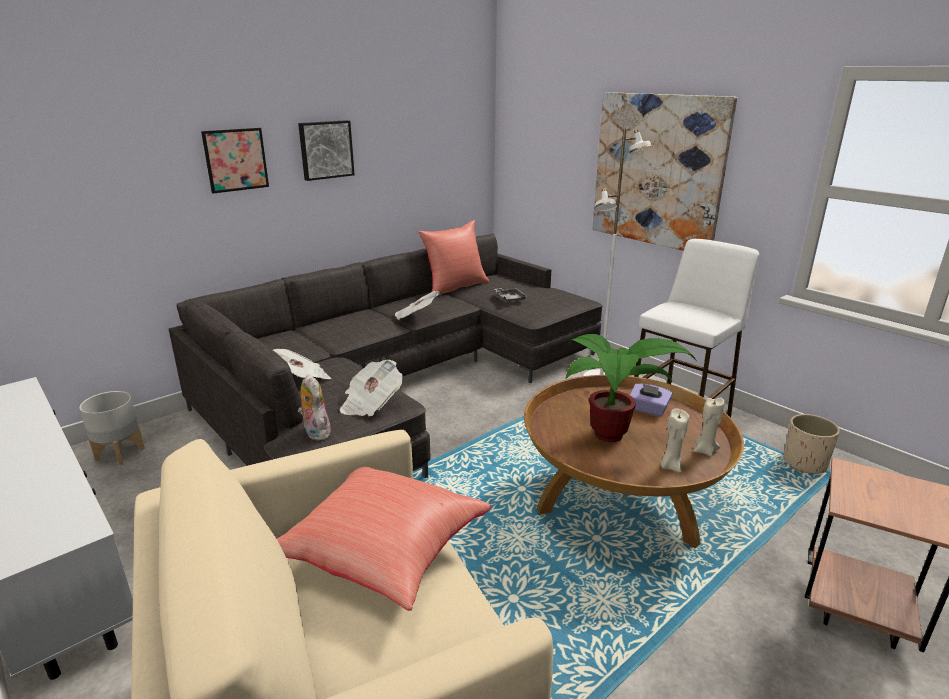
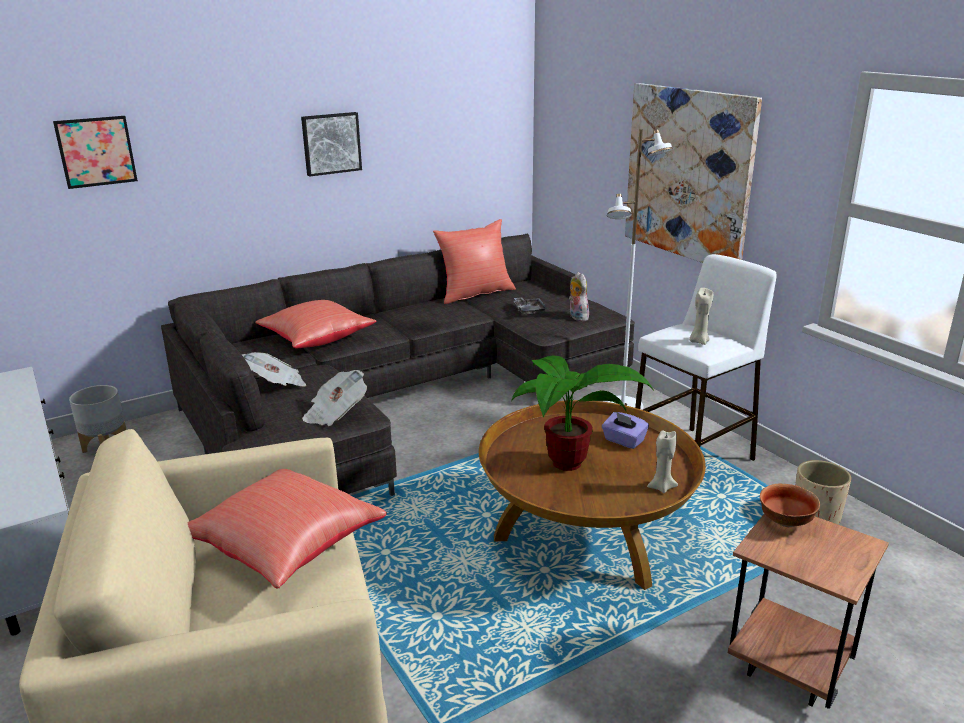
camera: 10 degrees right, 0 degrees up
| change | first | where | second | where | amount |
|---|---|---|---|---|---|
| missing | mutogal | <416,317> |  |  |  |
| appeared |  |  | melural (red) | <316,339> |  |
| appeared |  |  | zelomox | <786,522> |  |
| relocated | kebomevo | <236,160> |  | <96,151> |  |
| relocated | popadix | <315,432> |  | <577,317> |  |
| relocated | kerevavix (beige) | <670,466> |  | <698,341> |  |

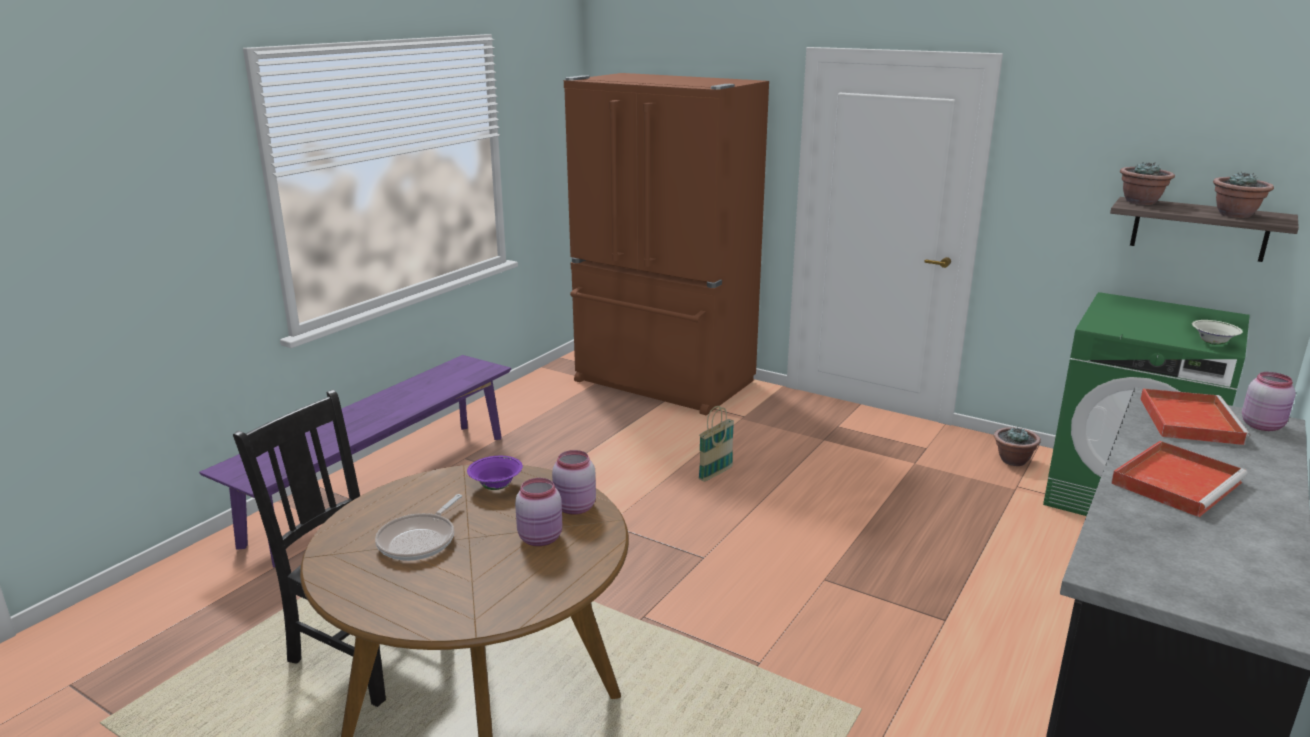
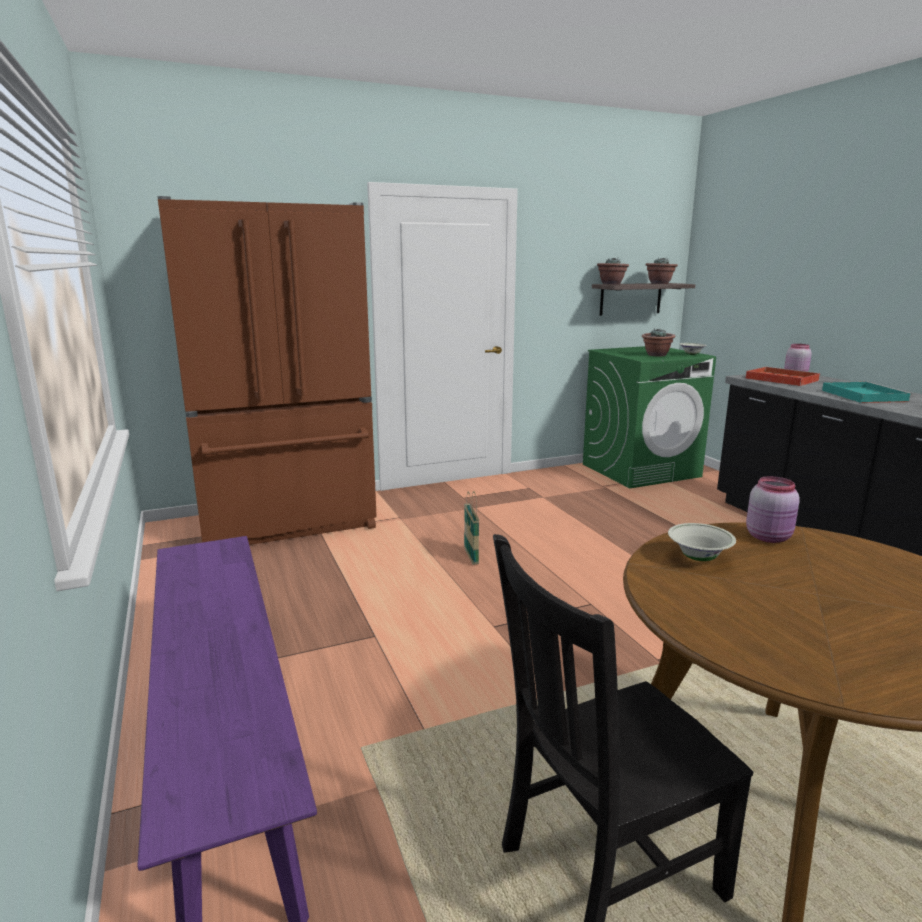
camera: 55 degrees left, 5 degrees down
| change | first | where | second | where | amount |
|---|---|---|---|---|---|
| missing | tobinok | <420,540> |  |  |  |
| missing | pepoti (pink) | <541,538> |  |  |  |
| relocated | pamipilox | <1013,460> |  | <656,355> |  |
| colour | zelomox (purple) | <496,487> | zelomox (white) | <699,558> |  |
| colour | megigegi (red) | <1176,481> | megigegi (turquoise) | <862,395> |  |

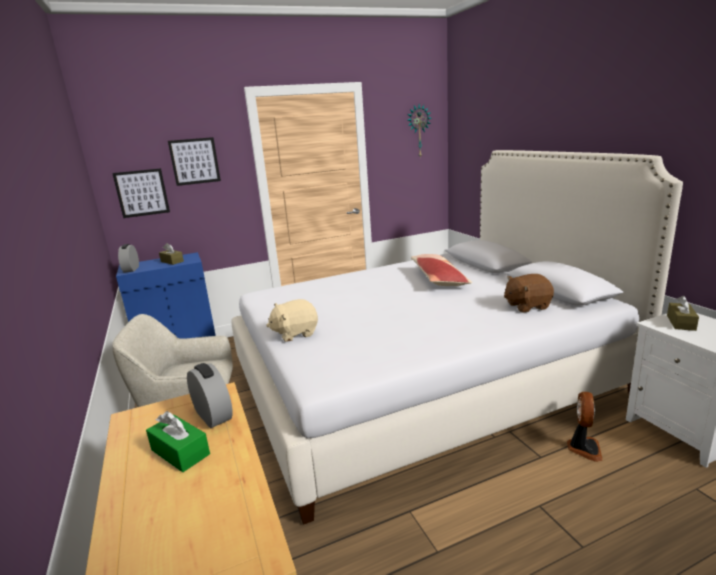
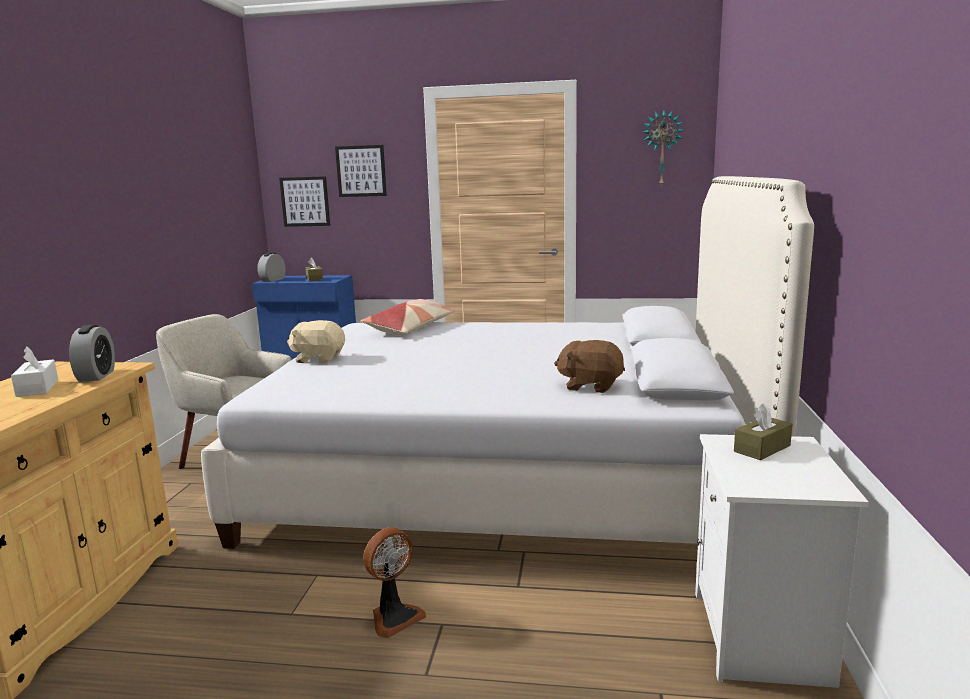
camera: 30 degrees right, 5 degrees down
| change | first | where | second | where | amount |
|---|---|---|---|---|---|
| relocated | melural | <438,278> |  | <411,328> |  |
| relocated | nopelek | <583,448> |  | <394,617> |  |
| colour | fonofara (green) | <180,452> | fonofara (white) | <37,388> |  |

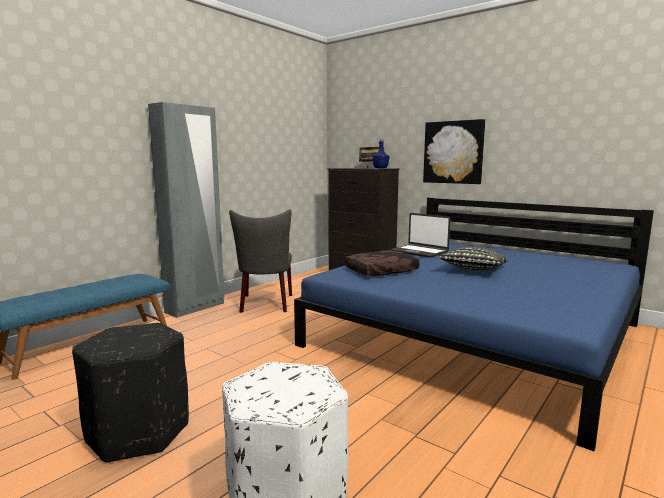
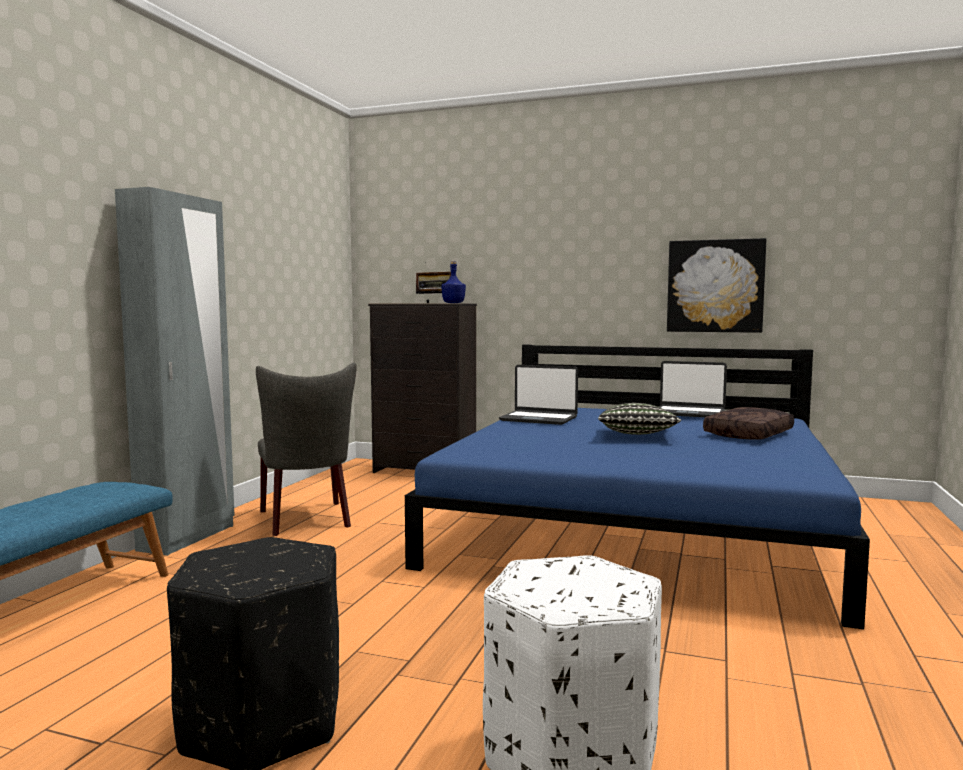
camera: 20 degrees left, 5 degrees down
| change | first | where | second | where | amount |
|---|---|---|---|---|---|
| appeared |  |  | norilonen | <689,413> |  |
| relocated | melural (brown) | <381,271> |  | <749,435> |  |
| relocated | kebomevo | <453,152> |  | <715,286> |  |

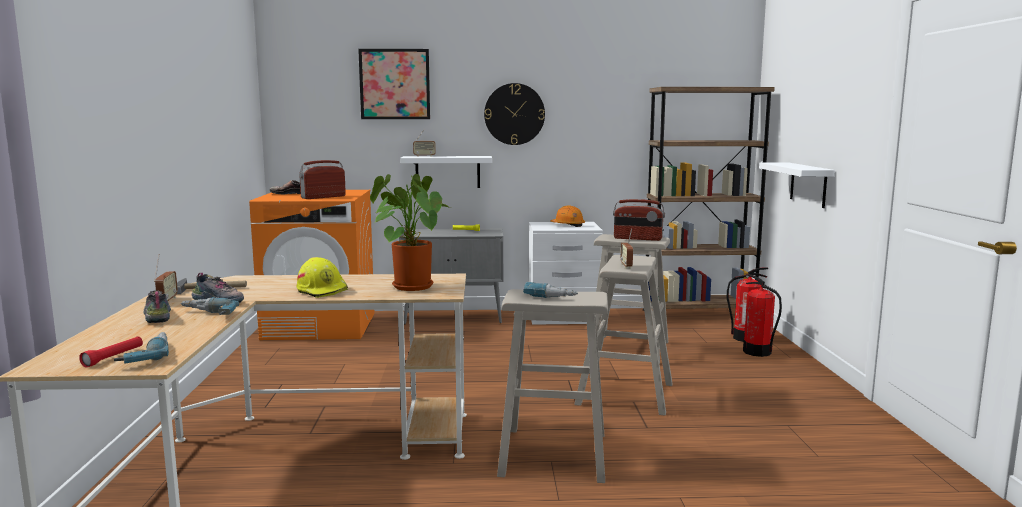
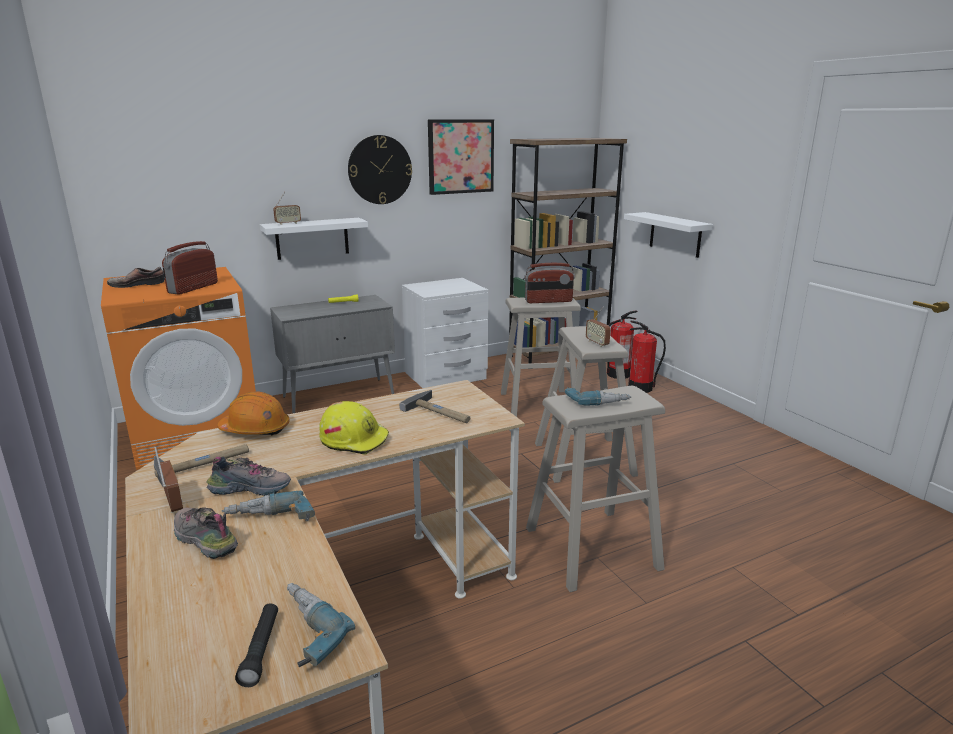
camera: 25 degrees left, 10 degrees up
| change | first | where | second | where | amount |
|---|---|---|---|---|---|
| relocated | kebomevo | <395,84> |  | <460,156> |  |
| relocated | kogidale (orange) | <568,225> |  | <255,429> |  |
| exchanged | pamipilox | <409,286> | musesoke | <440,412> |  |
| colour | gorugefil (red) | <113,357> | gorugefil (black) | <261,650> |  |

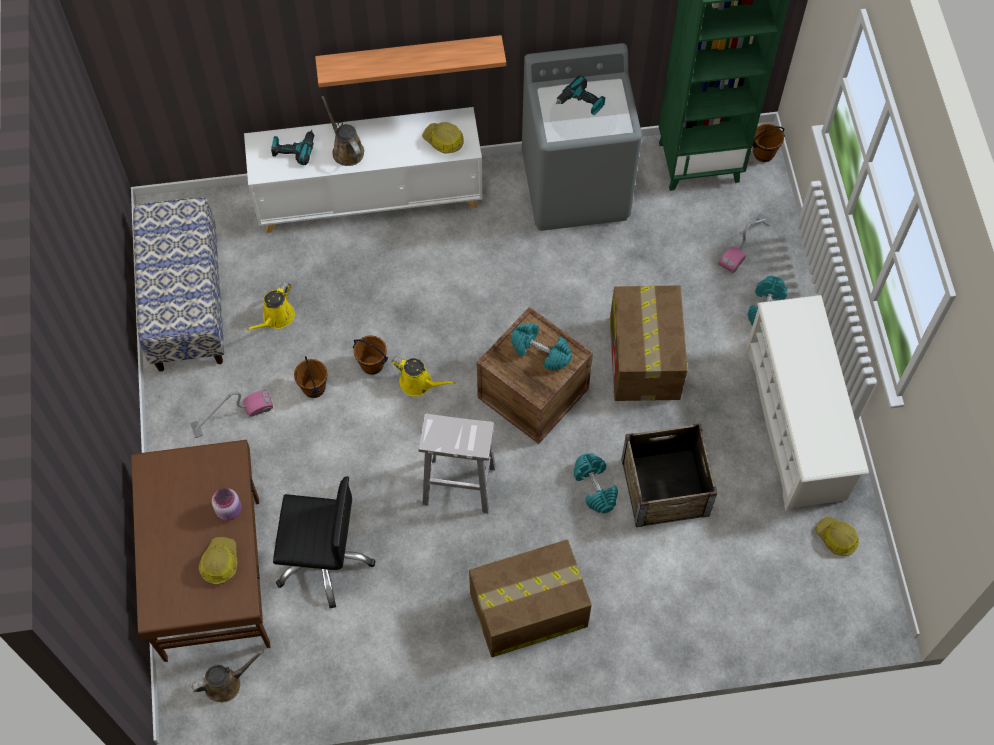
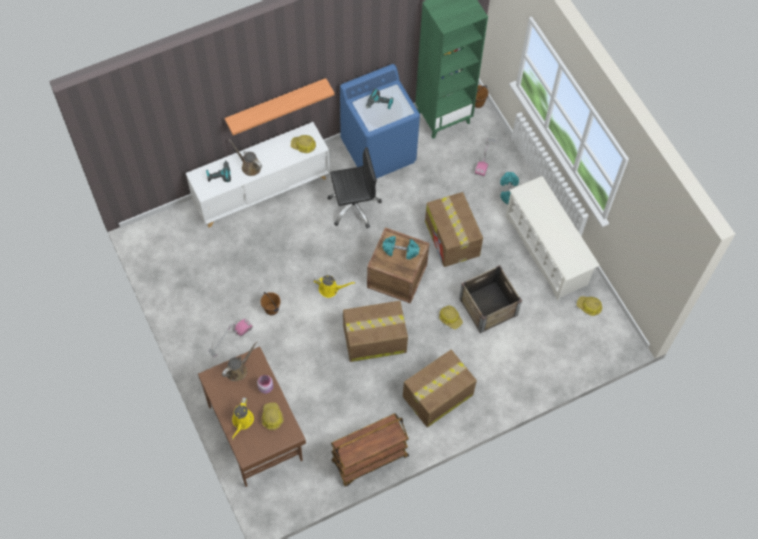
camera: 20 degrees left, 0 degrees up
| change | first | where | second | where | amount |
|---|---|---|---|---|---|
| missing | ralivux | <186,303> |  |  |  |
| missing | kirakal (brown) | <372,365> |  |  |  |
| appeared |  |  | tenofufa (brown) | <369,459> |  |
| relocated | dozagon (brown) | <226,683> |  | <238,369> |  |
| relocated | dozagon (yellow) | <276,318> |  | <242,421> |  |
| relocated | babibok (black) | <324,559> |  | <354,206> |  |
| exchanged | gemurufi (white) | <457,485> | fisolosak | <373,339> |  |
| exchanged | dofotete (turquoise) | <595,487> | kogidale | <450,318> |  |
| colour | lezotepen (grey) | <576,187> | lezotepen (blue) | <379,151> |  |

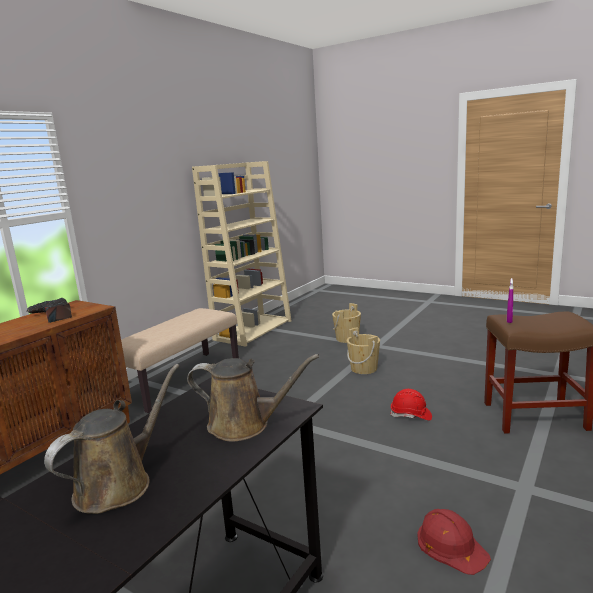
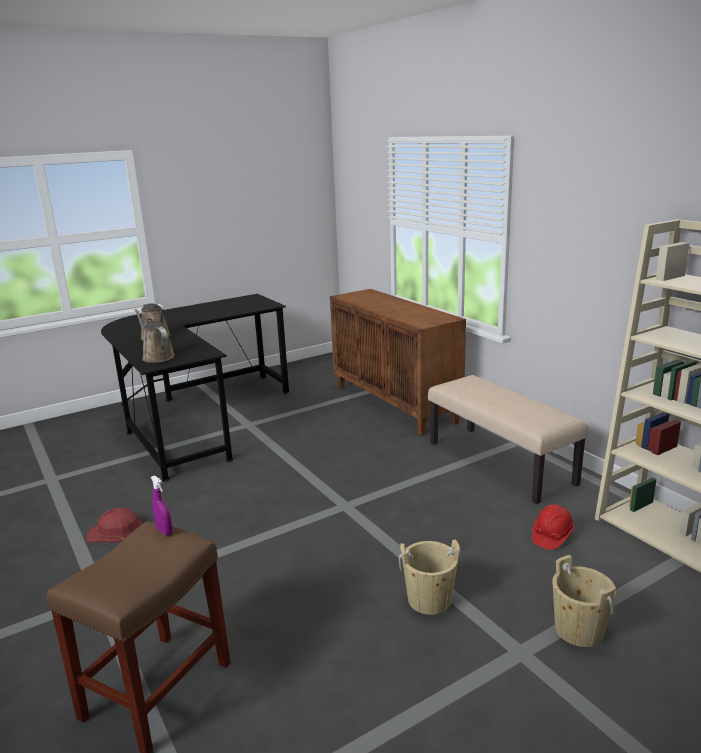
camera: 115 degrees right, 5 degrees up
| change | first | where | second | where | amount |
|---|---|---|---|---|---|
| missing | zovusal | <52,316> |  |  |  |
| relocated | kogidale (red) | <411,415> |  | <552,536> |  |
| spun | dozagon (brown) | <245,425> |  | <157,356> | 105 degrees clockwise |

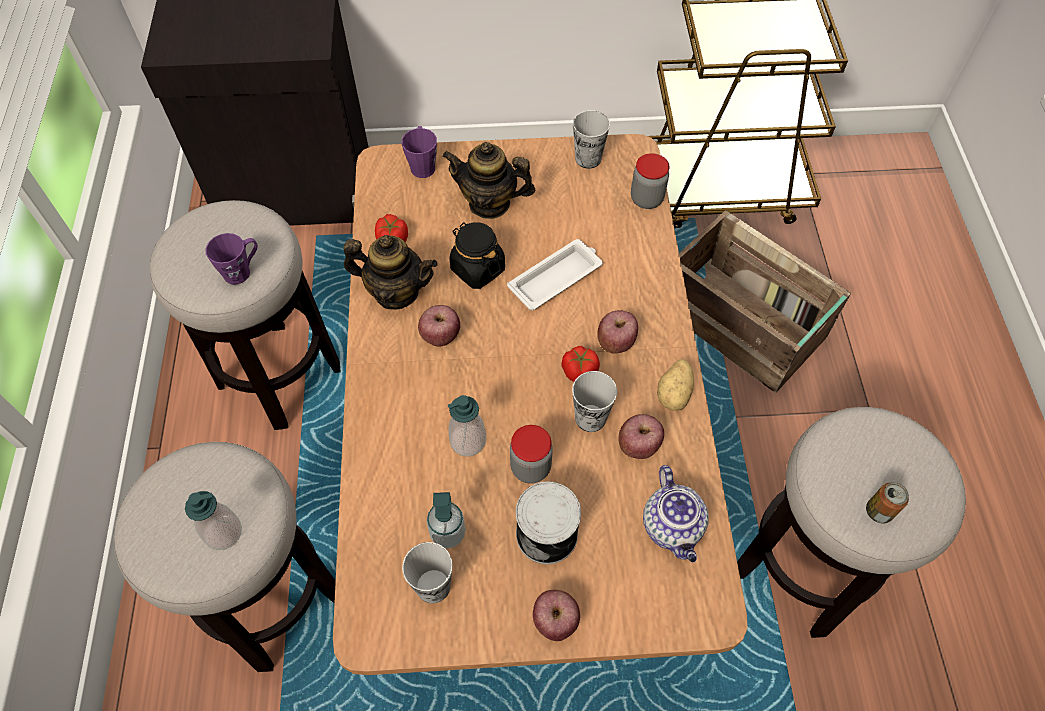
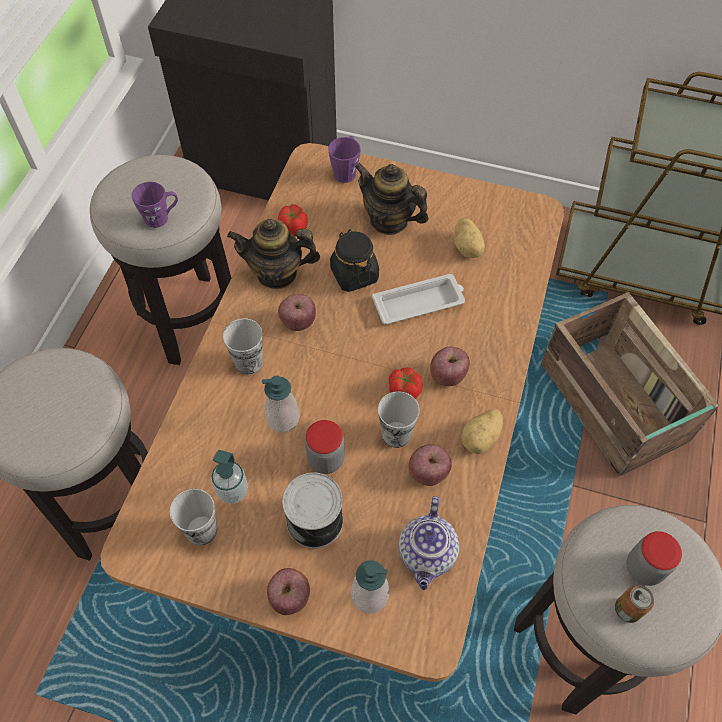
camera: 20 degrees right, 0 degrees up
| change | first | where | second | where | amount |
|---|---|---|---|---|---|
| appeared |  |  | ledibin | <468,247> |  |
| relocated | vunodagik | <223,532> |  | <369,595> |  |
| relocated | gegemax | <588,159> |  | <248,362> |  |
| relocated | pepoti | <646,199> |  | <644,568> |  |
| spun | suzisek | <396,292> |  | <277,273> | 150 degrees clockwise |

